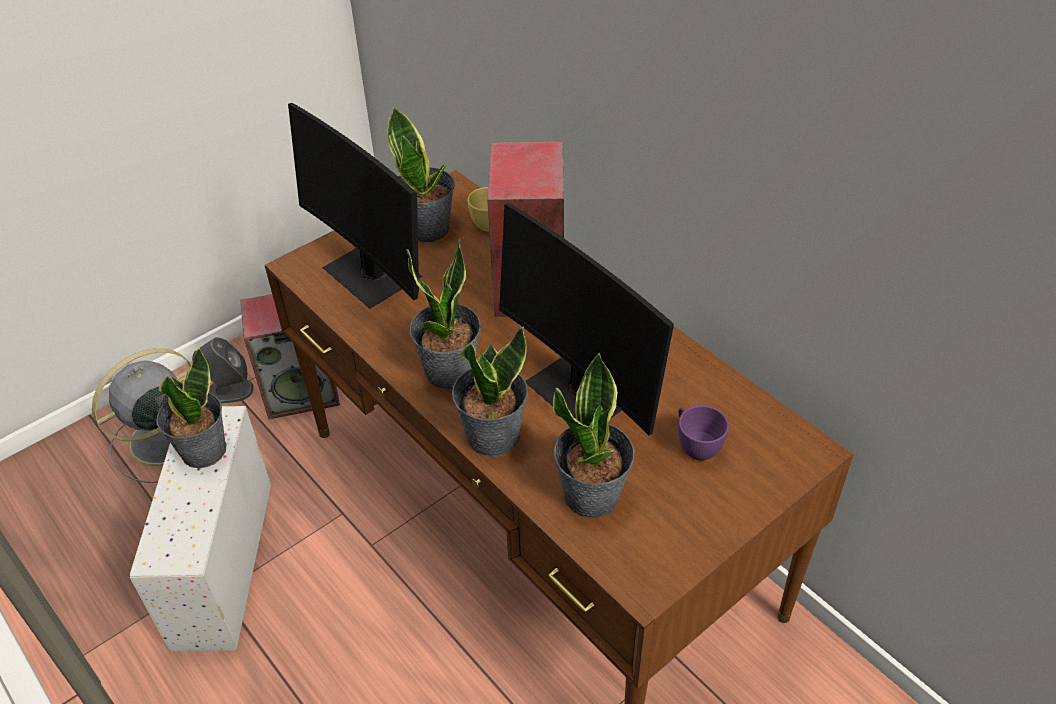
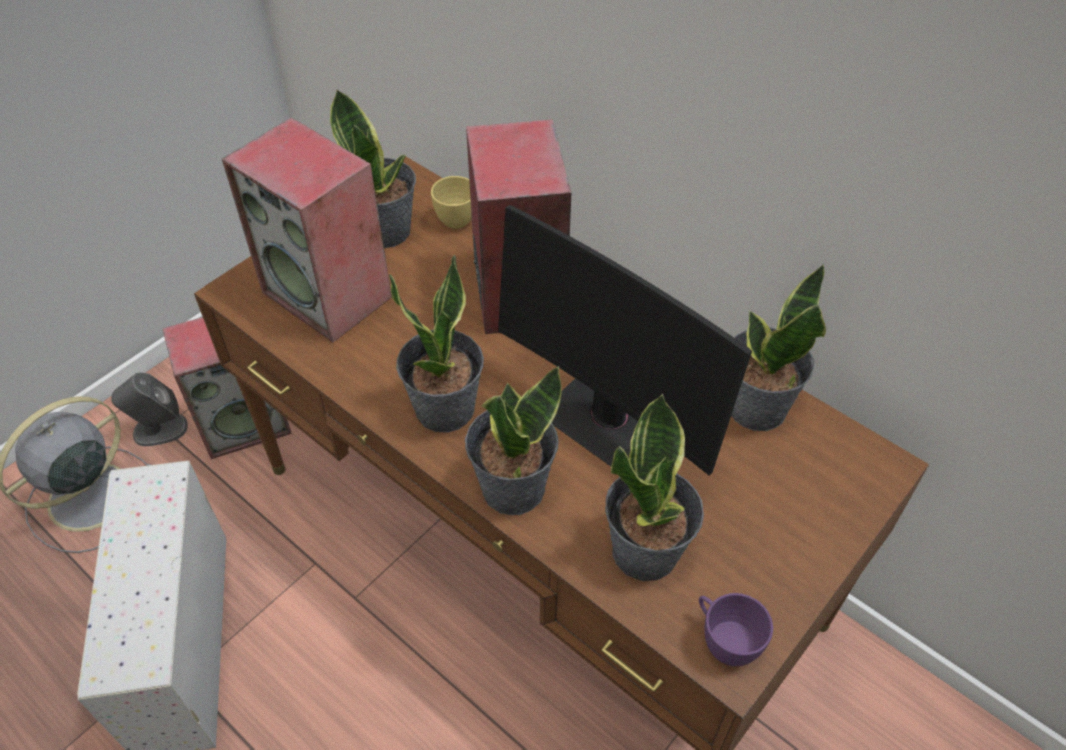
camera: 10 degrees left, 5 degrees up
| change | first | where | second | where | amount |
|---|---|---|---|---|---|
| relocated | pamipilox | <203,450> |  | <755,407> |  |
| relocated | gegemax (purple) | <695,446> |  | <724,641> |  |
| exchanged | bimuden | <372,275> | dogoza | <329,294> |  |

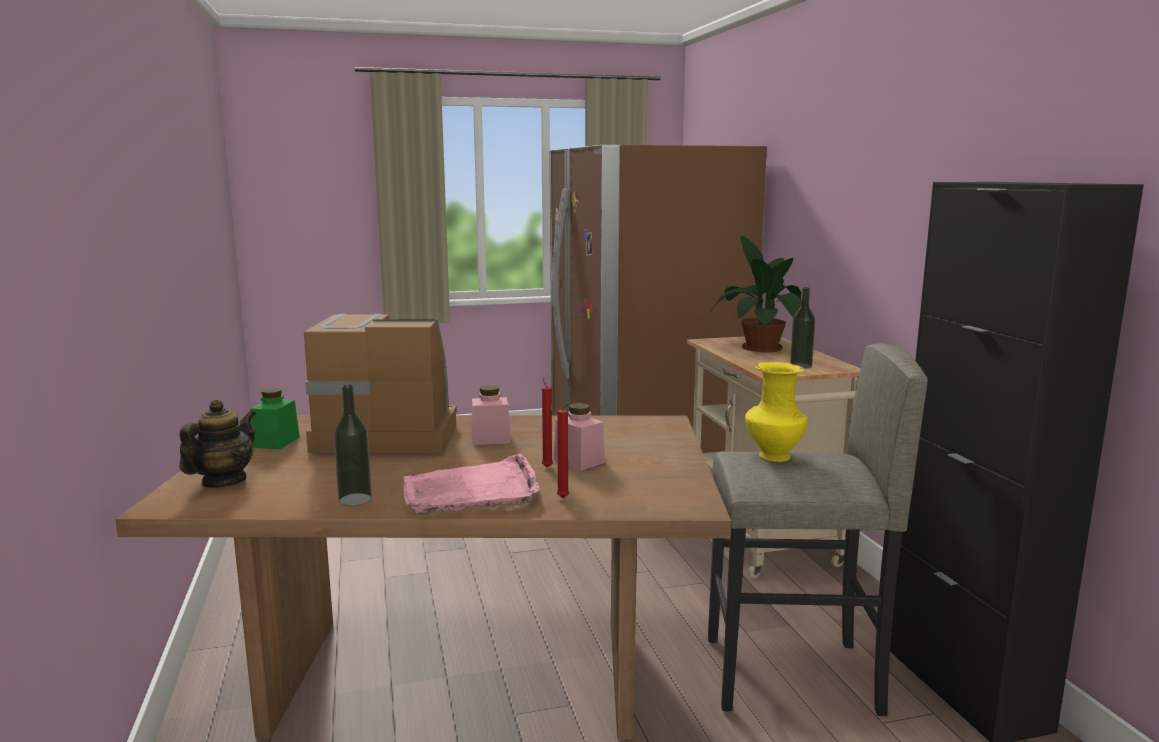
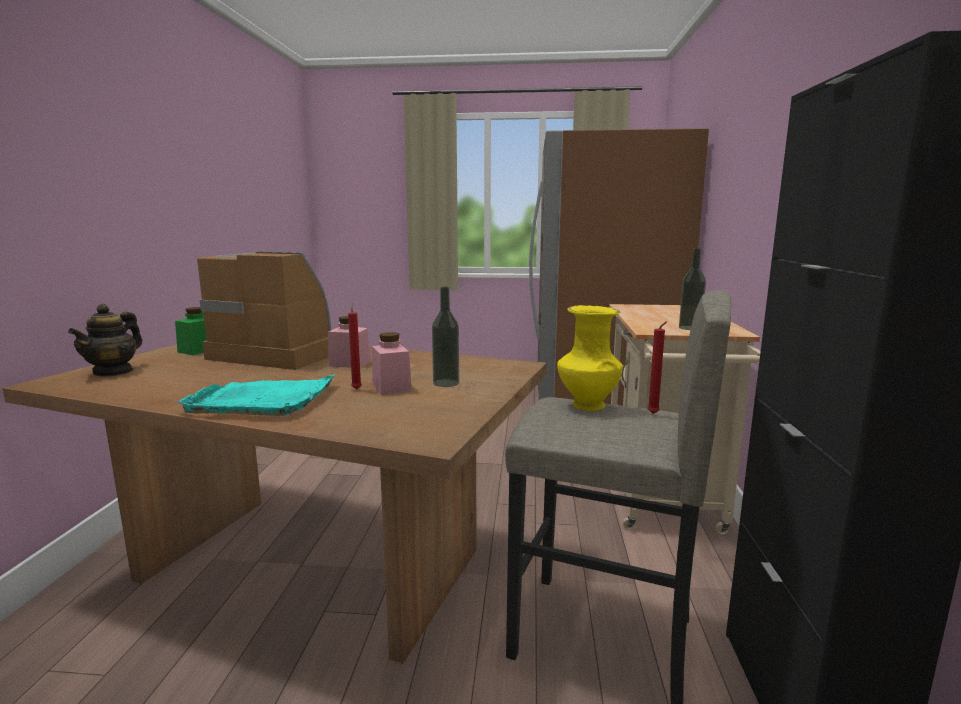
camera: 20 degrees right, 0 degrees up
| change | first | where | second | where | amount |
|---|---|---|---|---|---|
| missing | pamipilox | <760,347> |  |  |  |
| relocated | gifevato | <355,499> |  | <446,383> |  |
| relocated | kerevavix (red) | <564,499> |  | <654,414> |  |
| colour | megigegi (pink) | <471,491> | megigegi (turquoise) | <263,400> |  |
| spun | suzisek | <223,481> |  | <113,372> | 150 degrees clockwise |

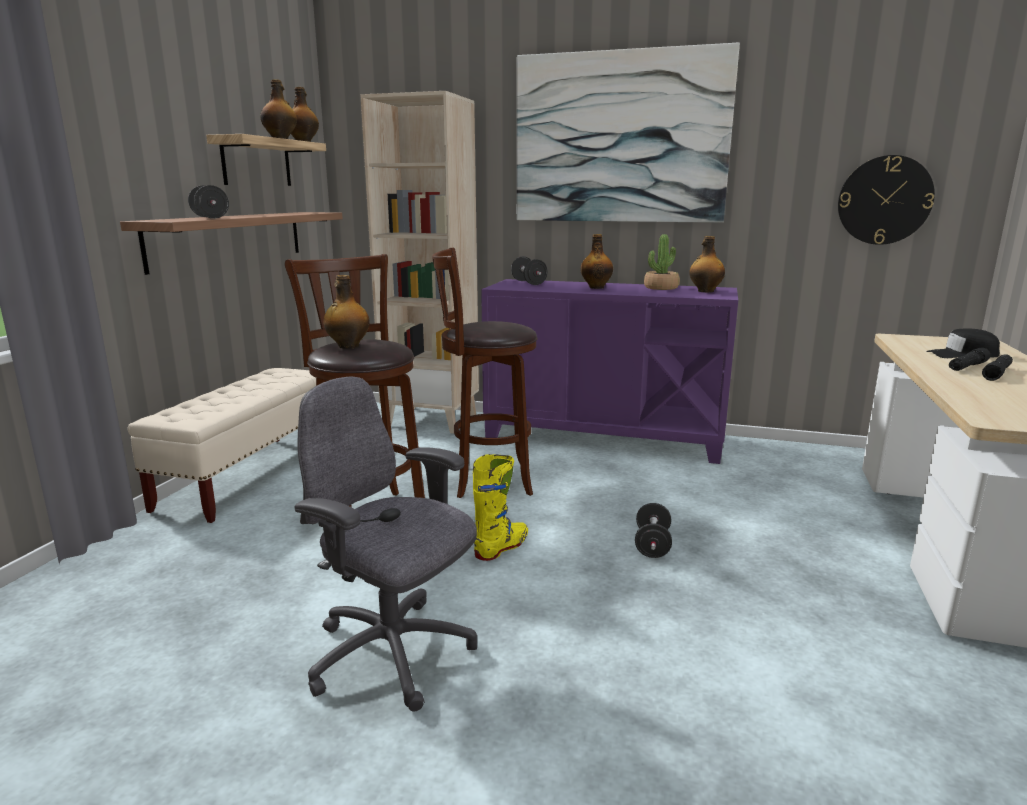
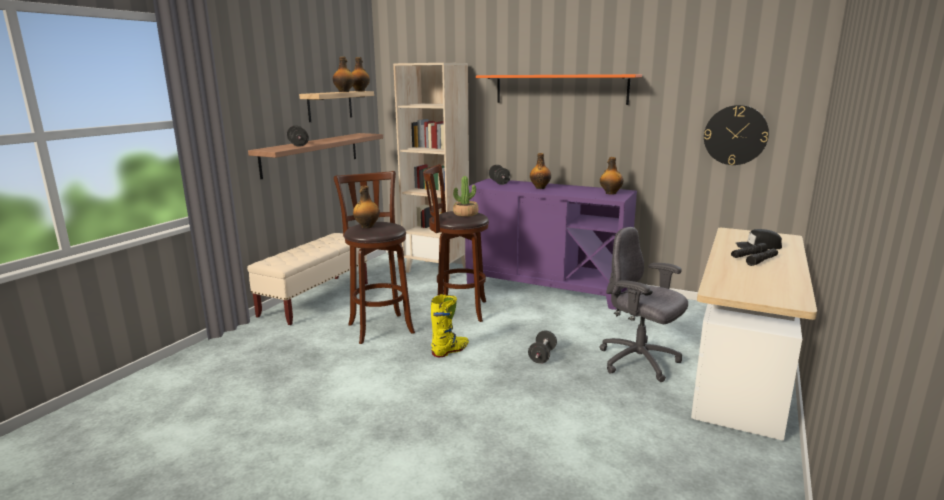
camera: 10 degrees right, 0 degrees up
| change | first | where | second | where | amount |
|---|---|---|---|---|---|
| relocated | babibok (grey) | <393,656> |  | <639,362> |  |
| relocated | pamipilox | <661,288> |  | <465,214> |  |
| exchanged | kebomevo | <620,138> | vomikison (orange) | <560,89> |  |

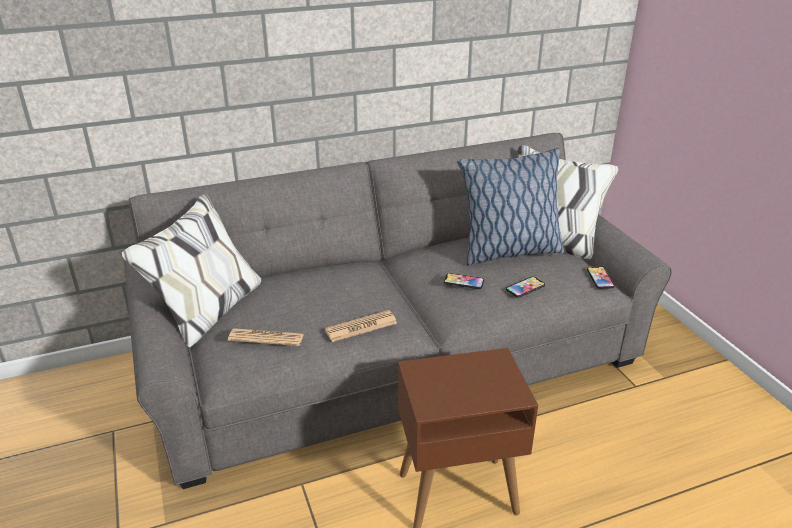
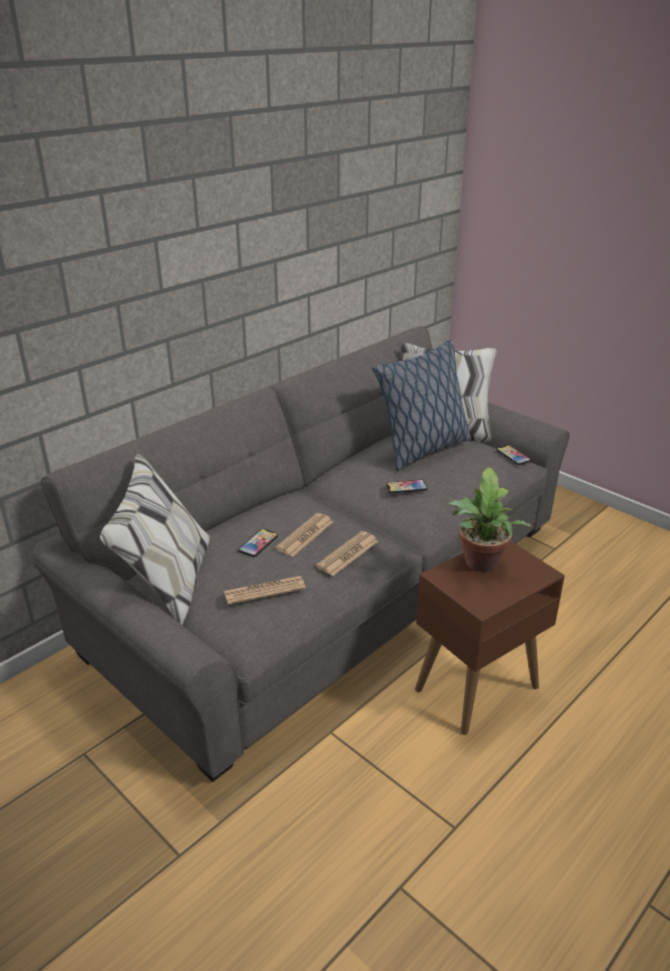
camera: 25 degrees left, 0 degrees up
| change | first | where | second | where | amount |
|---|---|---|---|---|---|
| appeared |  |  | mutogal | <305,535> |  |
| appeared |  |  | pamipilox | <480,565> |  |
| relocated | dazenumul | <525,288> |  | <258,543> |  |

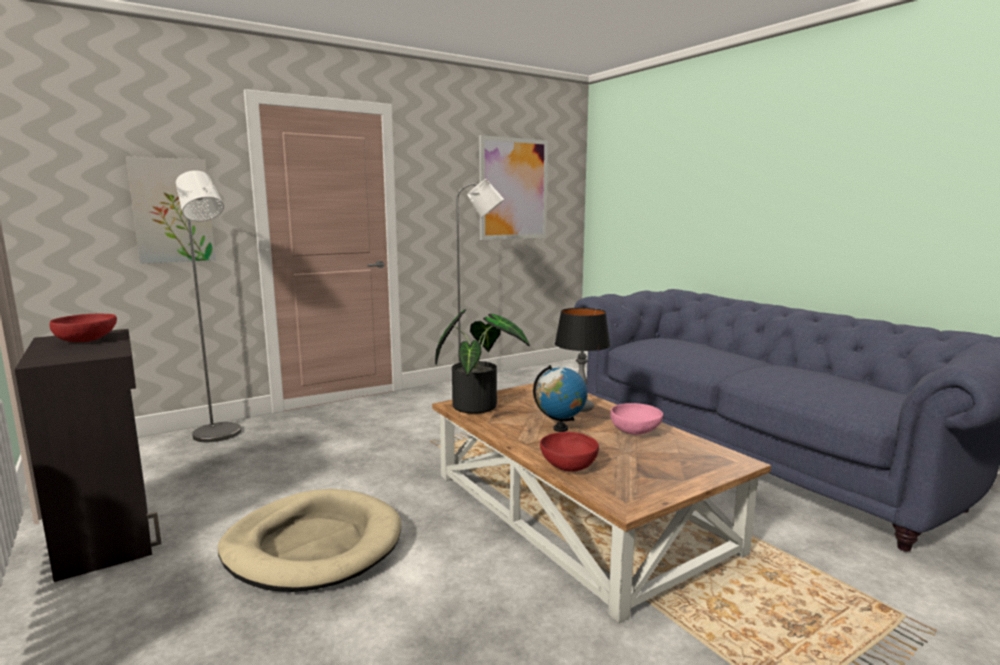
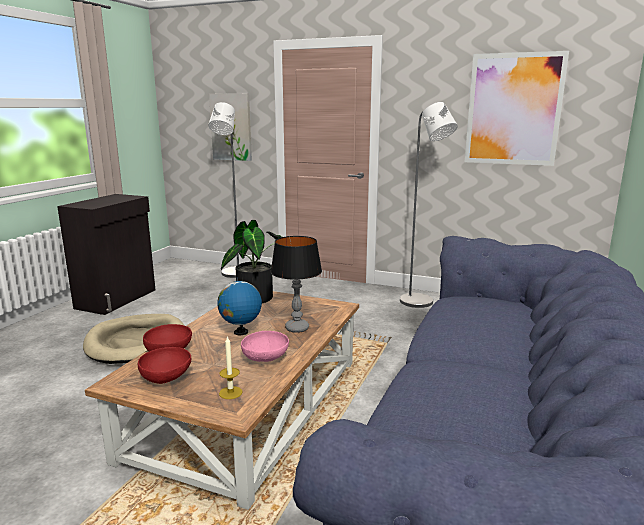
camera: 55 degrees right, 5 degrees up
| change | first | where | second | where | amount |
|---|---|---|---|---|---|
| appeared |  |  | kerevavix | <230,392> |  |
| relocated | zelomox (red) | <87,340> |  | <167,377> |  |

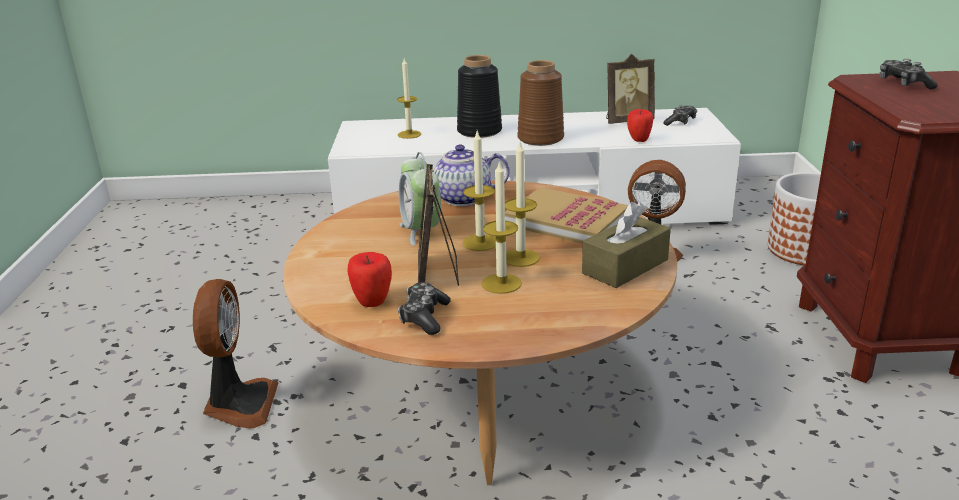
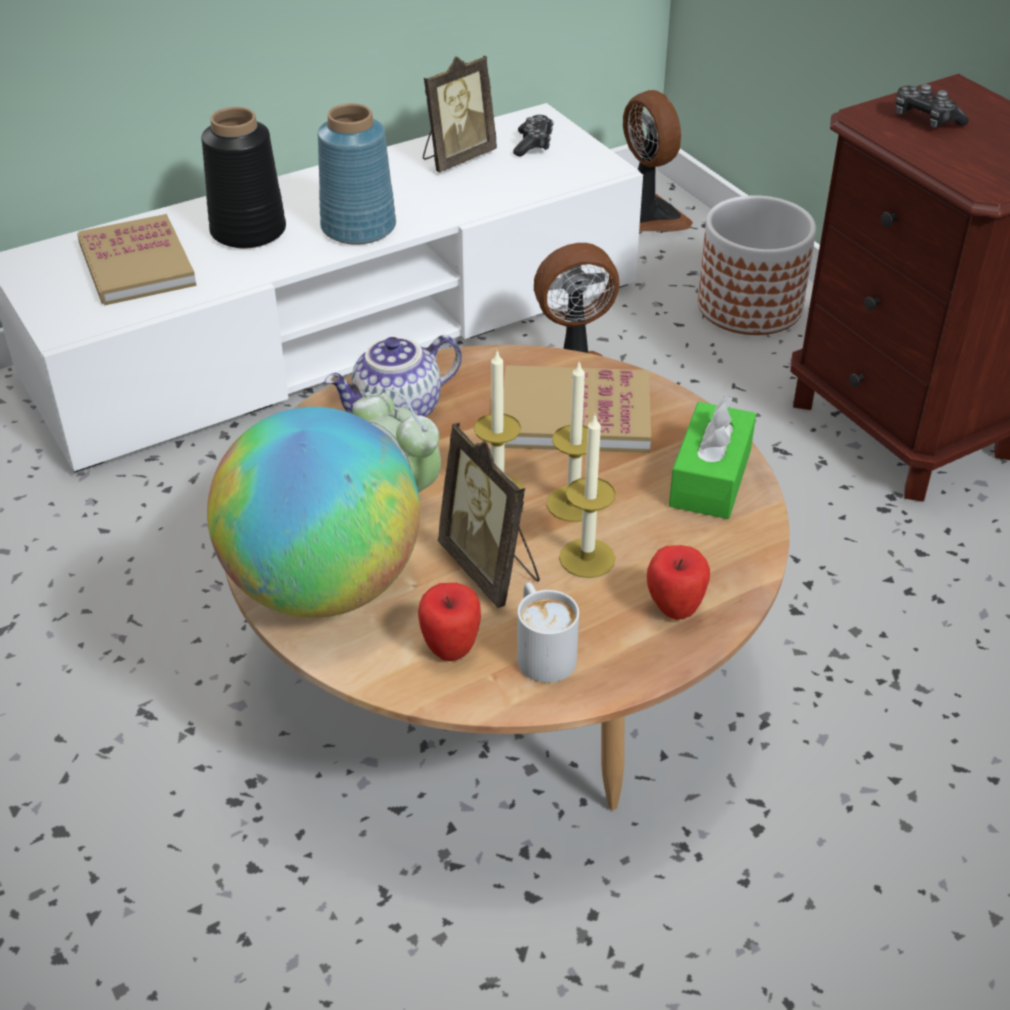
camera: 30 degrees left, 15 degrees up
| change | first | where | second | where | amount |
|---|---|---|---|---|---|
| appeared |  |  | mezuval | <323,586> |  |
| relocated | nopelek | <239,404> |  | <648,218> |  |
| relocated | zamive | <638,140> |  | <674,610> |  |
| exchanged | kerevavix | <409,134> | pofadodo | <137,265> |  |
| exchanged | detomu | <424,317> | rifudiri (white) | <541,650> |  |
| colour | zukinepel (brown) | <541,139> | zukinepel (blue) | <359,227> |  |
| colour | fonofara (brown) | <625,266> | fonofara (green) | <710,478> |  |

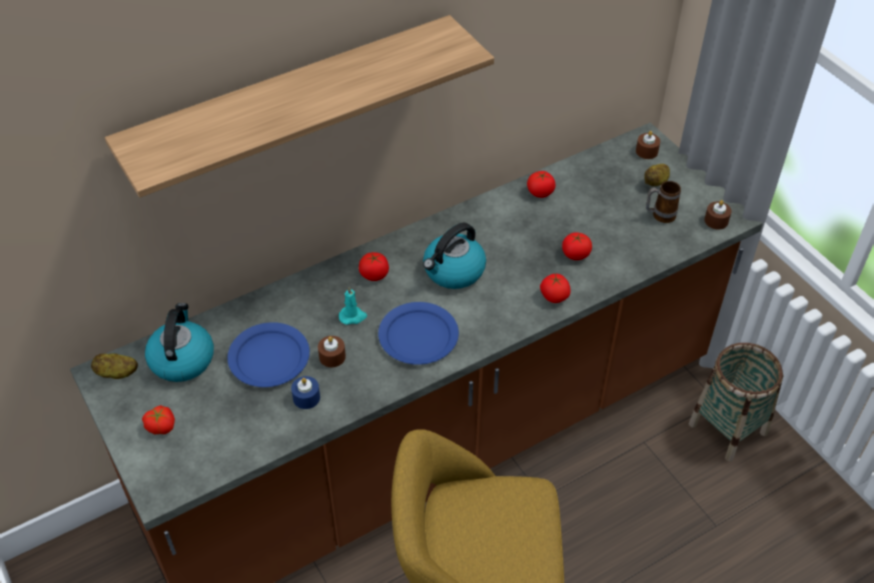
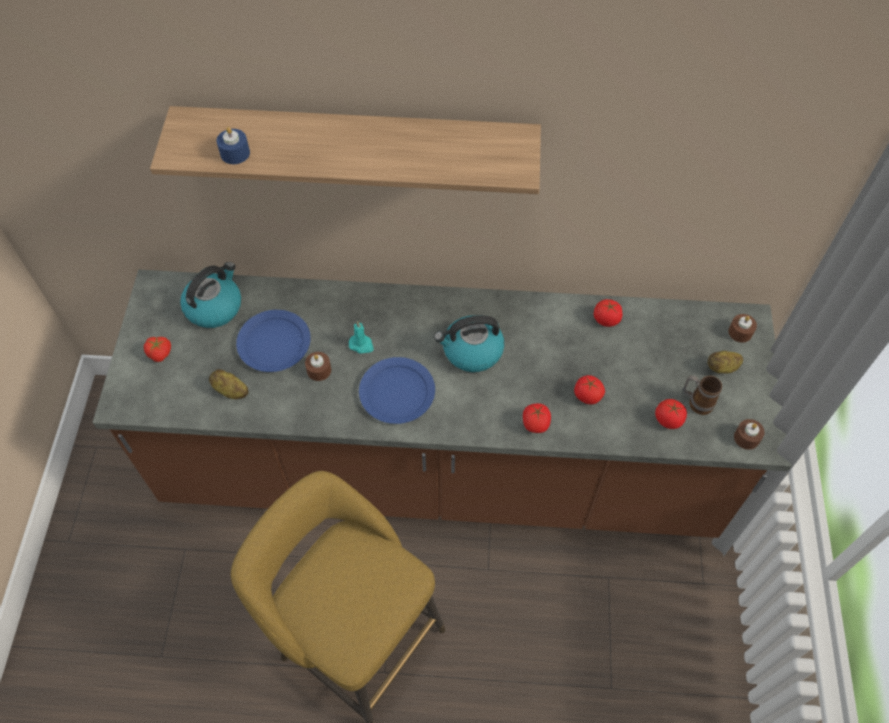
camera: 35 degrees right, 10 degrees up
| change | first | where | second | where | amount |
|---|---|---|---|---|---|
| missing | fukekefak | <728,428> |  |  |  |
| relocated | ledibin | <117,373> |  | <230,391> |  |
| relocated | kerevavix (blue) | <306,397> |  | <235,153> |  |
| relocated | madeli | <374,275> |  | <668,419> |  |

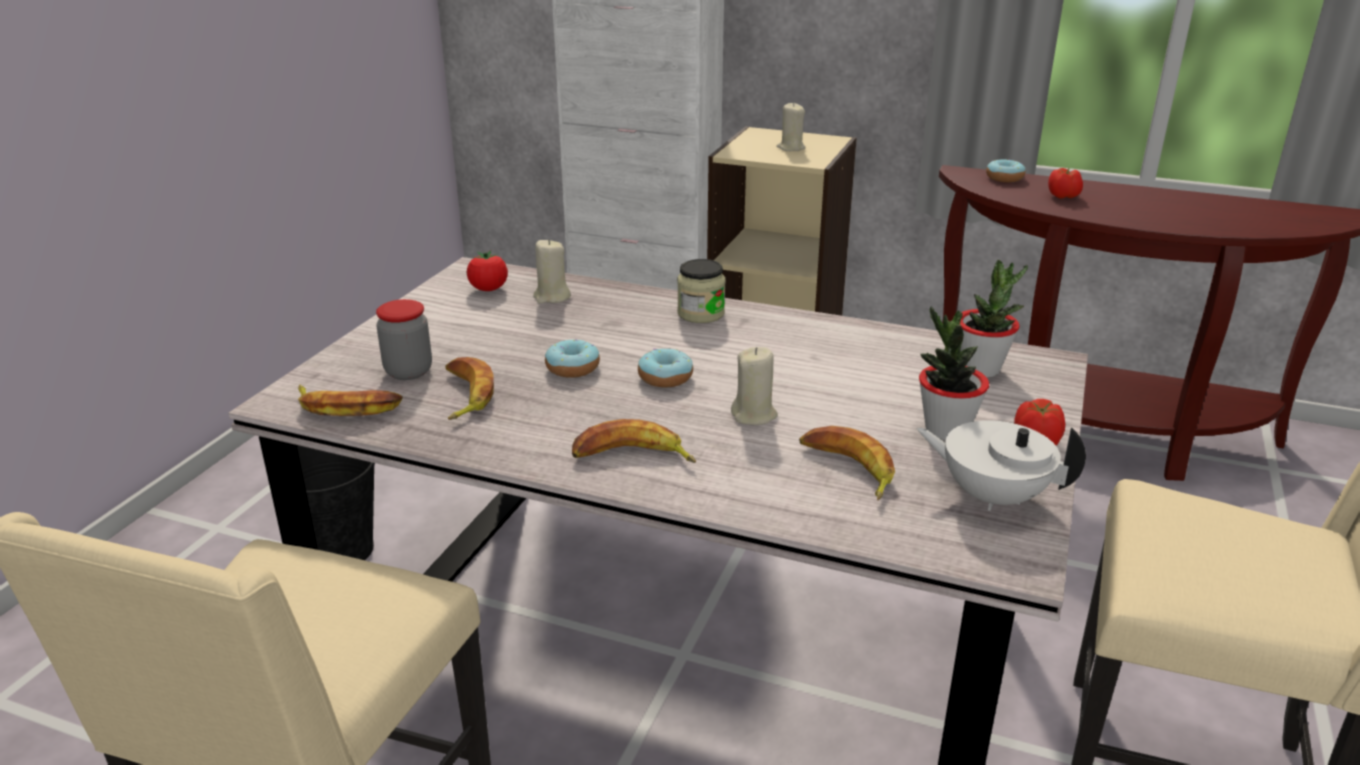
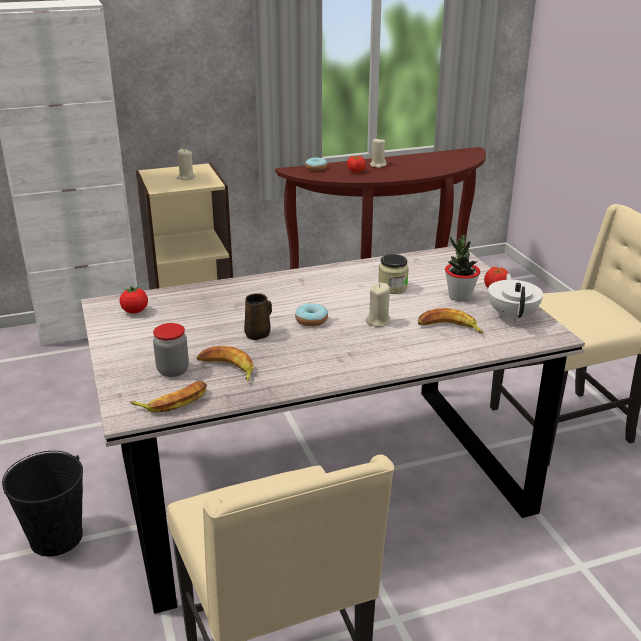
camera: 40 degrees left, 0 degrees up
| change | first | where | second | where | amount |
|---|---|---|---|---|---|
| missing | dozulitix | <632,456> |  |  |  |
| missing | pamipilox | <980,369> |  |  |  |
| relocated | kerevavix (beige) | <552,297> |  | <378,165> |  |
| relocated | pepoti | <700,313> |  | <392,288> |  |
| exchanged | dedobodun | <572,368> | rifudiri (brown) | <258,334> |  |
| spun | suzisek (white) | <992,496> |  | <512,315> | 105 degrees clockwise |

